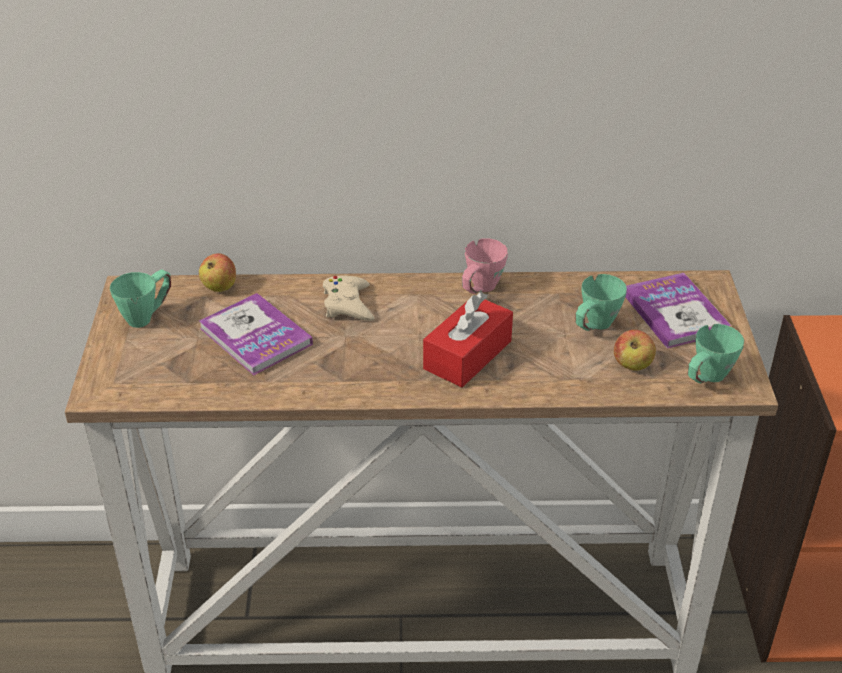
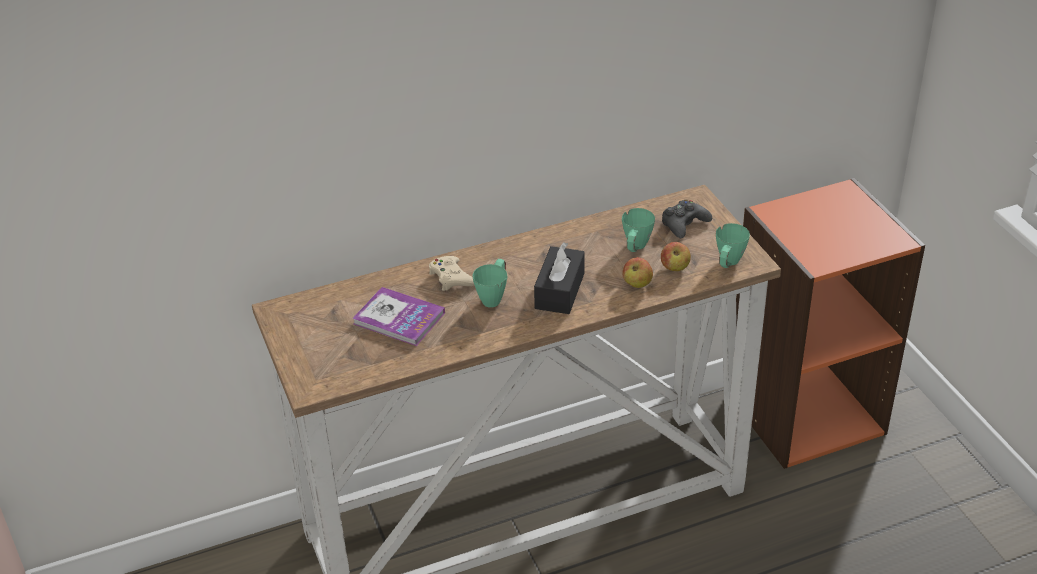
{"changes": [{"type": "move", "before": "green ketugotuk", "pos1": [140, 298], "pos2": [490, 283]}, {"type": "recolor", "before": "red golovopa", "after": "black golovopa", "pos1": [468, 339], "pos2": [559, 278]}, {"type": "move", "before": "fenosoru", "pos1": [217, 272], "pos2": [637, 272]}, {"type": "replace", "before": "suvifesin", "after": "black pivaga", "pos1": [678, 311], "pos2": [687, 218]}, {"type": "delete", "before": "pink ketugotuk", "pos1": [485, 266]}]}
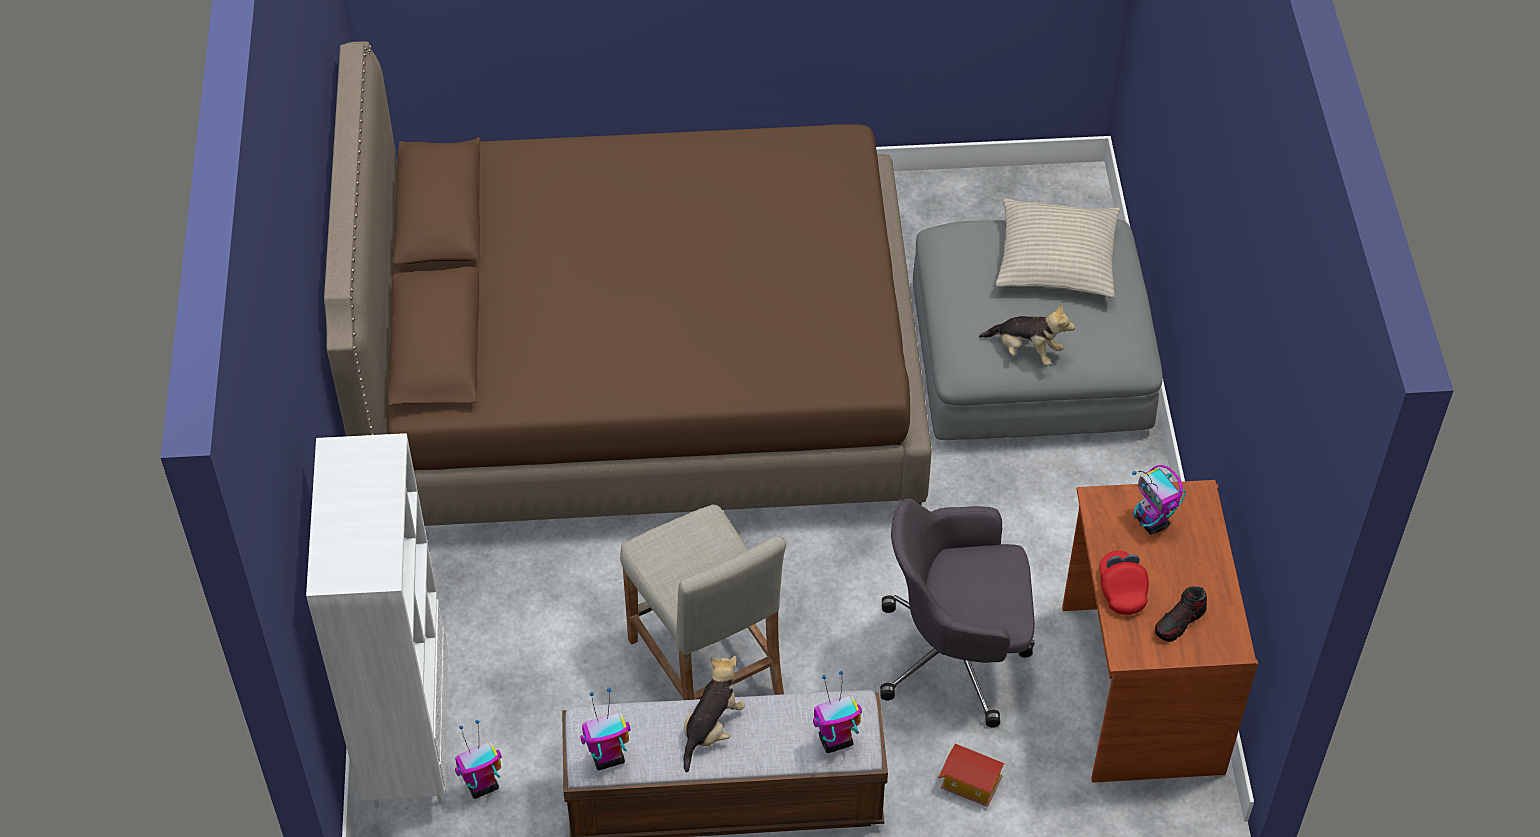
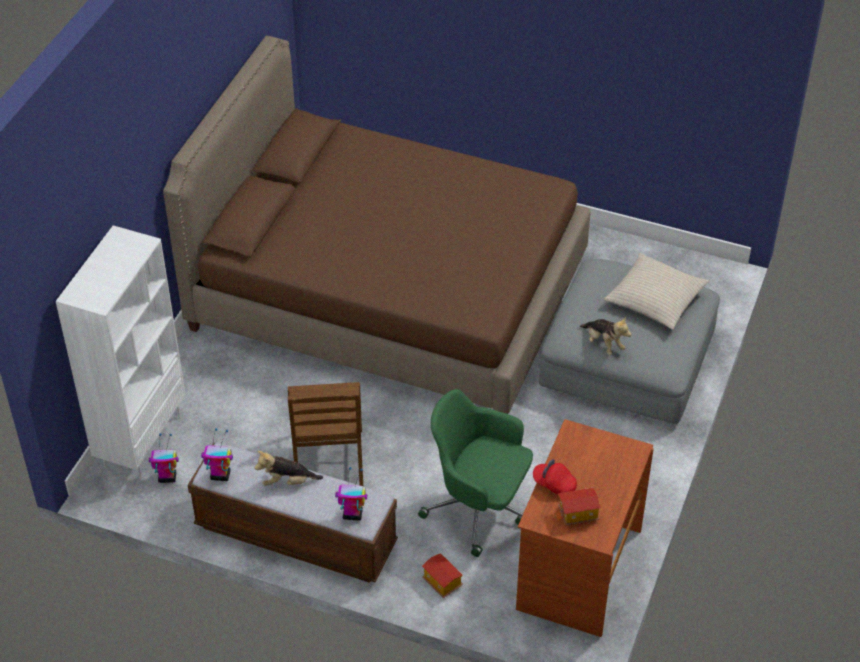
{"changes": [{"type": "rotate", "before": "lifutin", "pos1": [714, 714], "pos2": [289, 468], "turn": -150}, {"type": "replace", "before": "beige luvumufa", "after": "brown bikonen", "pos1": [703, 602], "pos2": [325, 434]}, {"type": "recolor", "before": "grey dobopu", "after": "green dobopu", "pos1": [957, 612], "pos2": [475, 473]}, {"type": "rotate", "before": "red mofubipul", "pos1": [1124, 583], "pos2": [555, 476], "turn": -75}, {"type": "replace", "before": "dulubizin", "after": "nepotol", "pos1": [1181, 614], "pos2": [578, 506]}, {"type": "delete", "before": "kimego", "pos1": [1159, 500]}]}
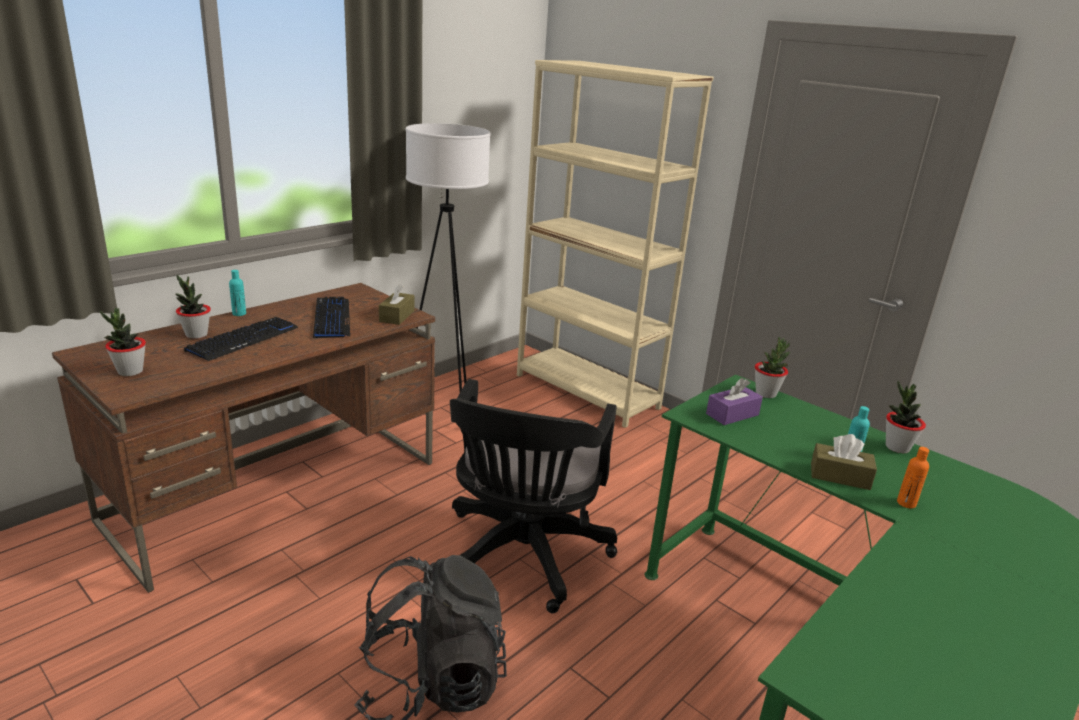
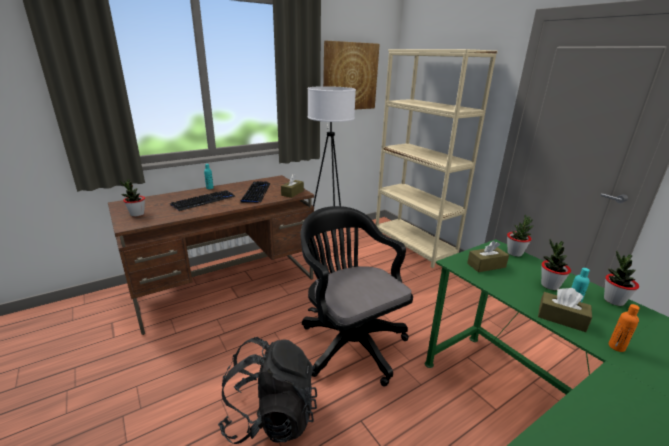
{"changes": [{"type": "rotate", "before": "black dobopu", "pos1": [533, 496], "pos2": [356, 296], "turn": 120}, {"type": "insert", "after": "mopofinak", "pos2": [351, 75]}, {"type": "recolor", "before": "purple golovopa", "after": "brown golovopa", "pos1": [734, 401], "pos2": [488, 256]}, {"type": "move", "before": "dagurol", "pos1": [193, 307], "pos2": [556, 264]}]}
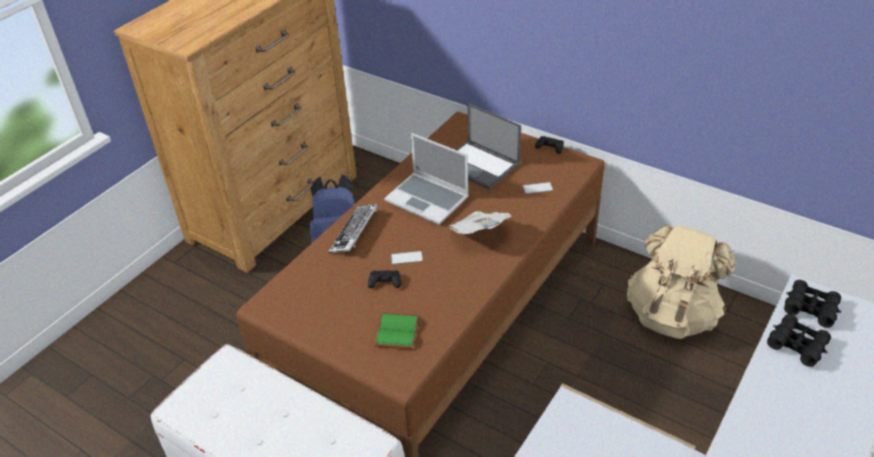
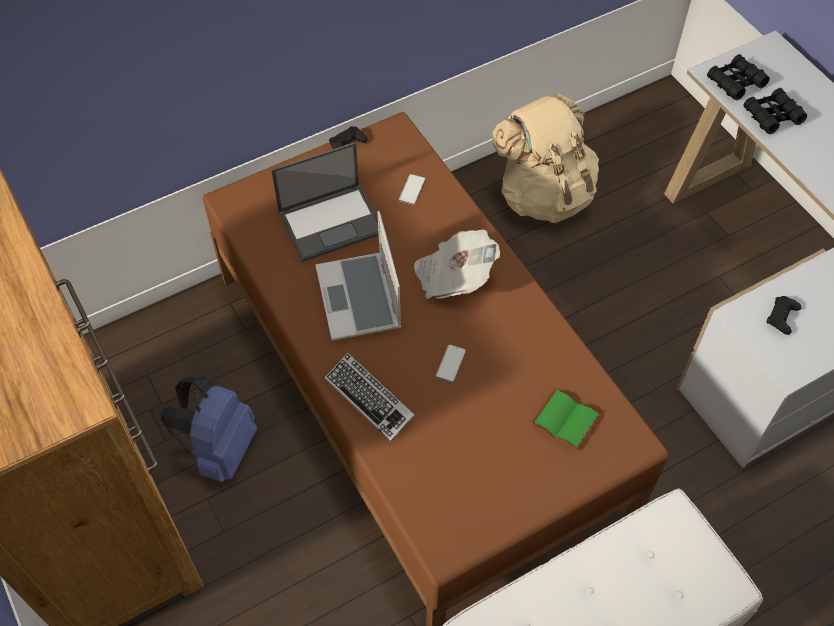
{"changes": [{"type": "rotate", "before": "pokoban", "pos1": [426, 179], "pos2": [358, 276], "turn": 105}, {"type": "move", "before": "black pivaga", "pos1": [384, 279], "pos2": [784, 315]}]}
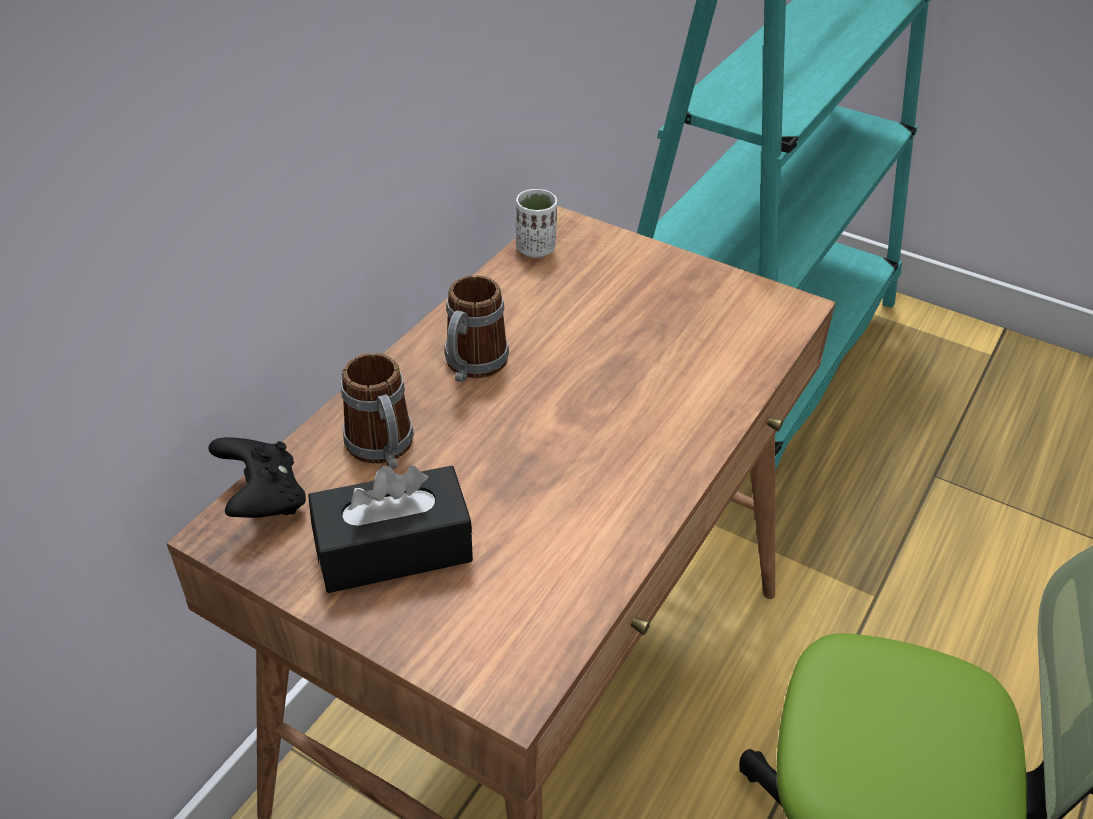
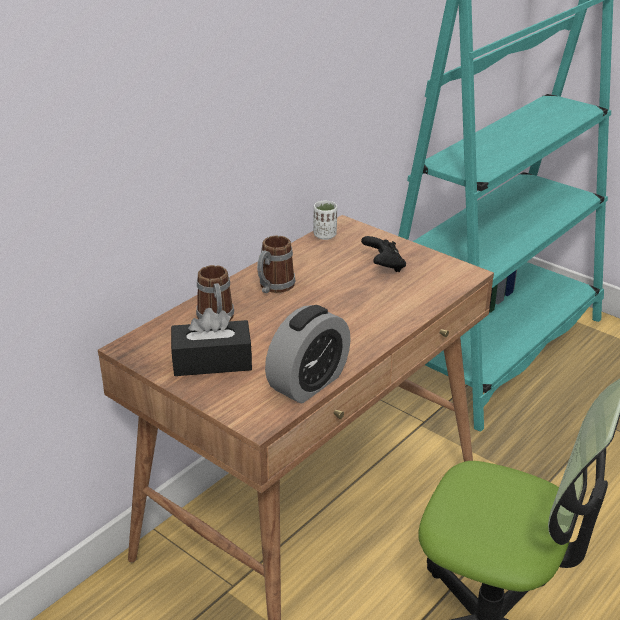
{"changes": [{"type": "insert", "after": "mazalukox", "pos2": [308, 354]}, {"type": "move", "before": "black pivaga", "pos1": [257, 477], "pos2": [383, 254]}]}
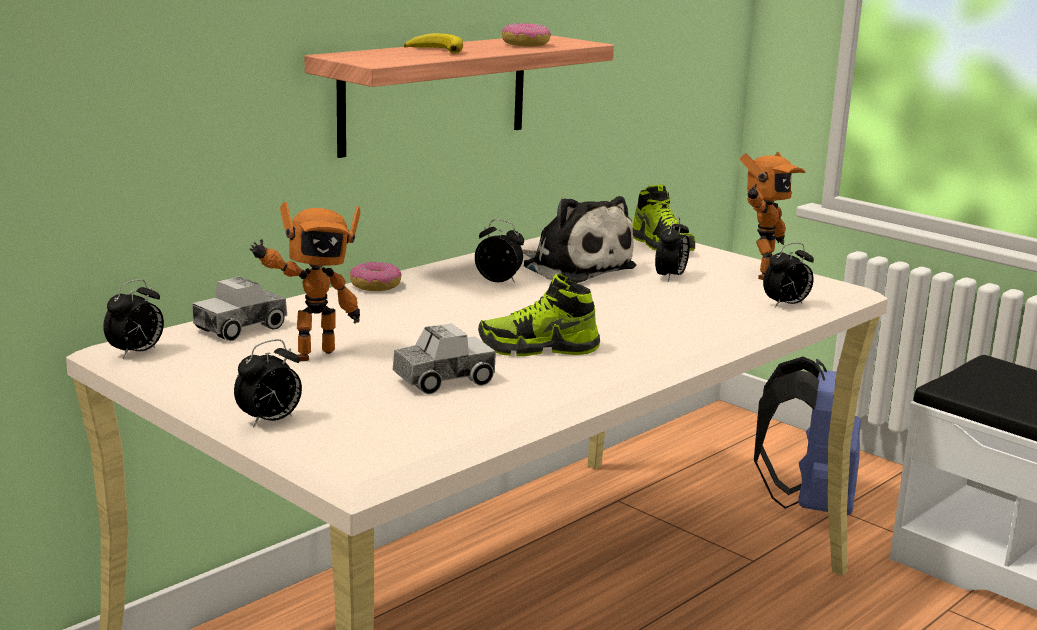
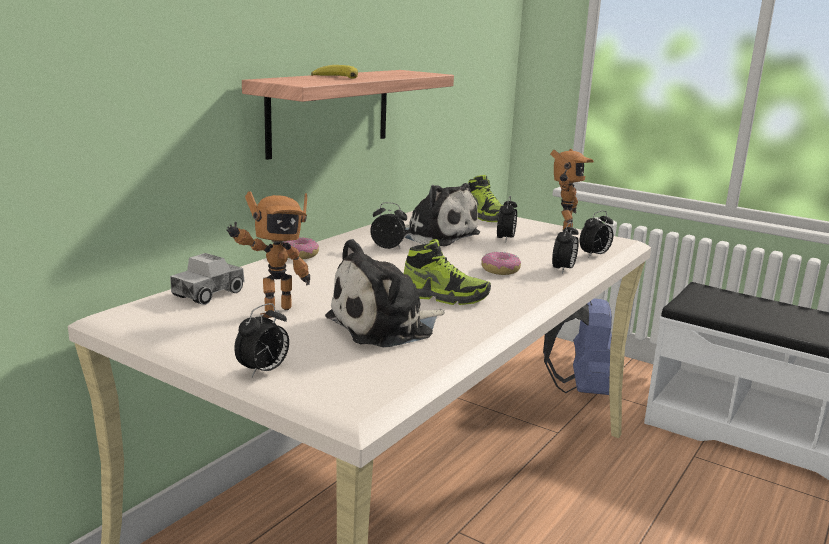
{"changes": [{"type": "replace", "before": "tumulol", "after": "lifutin", "pos1": [444, 358], "pos2": [385, 293]}, {"type": "rotate", "before": "dulubizin", "pos1": [539, 315], "pos2": [447, 272], "turn": -150}, {"type": "move", "before": "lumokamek", "pos1": [526, 34], "pos2": [501, 263]}, {"type": "move", "before": "mazalukox", "pos1": [133, 319], "pos2": [565, 248]}]}
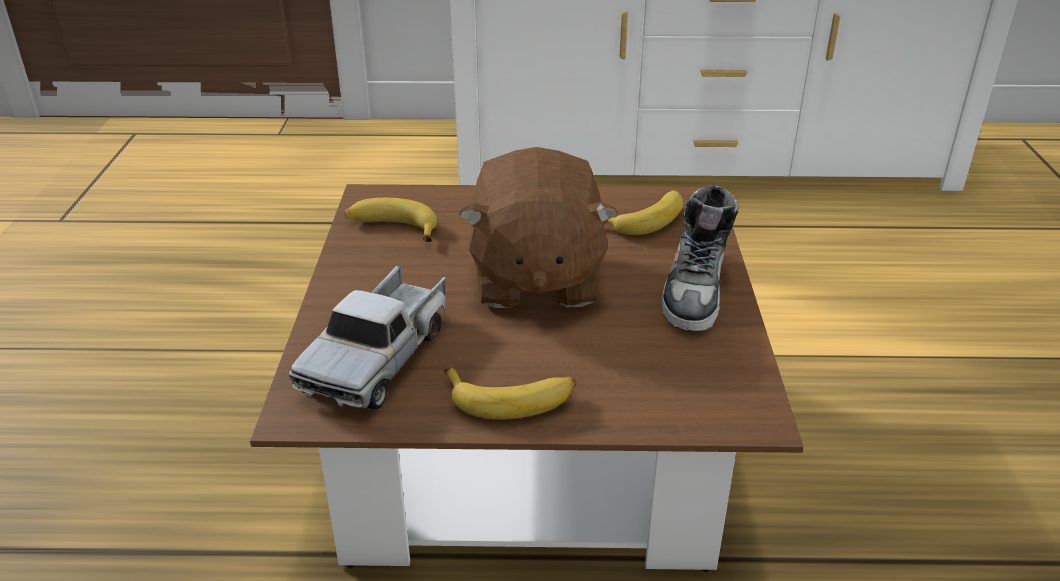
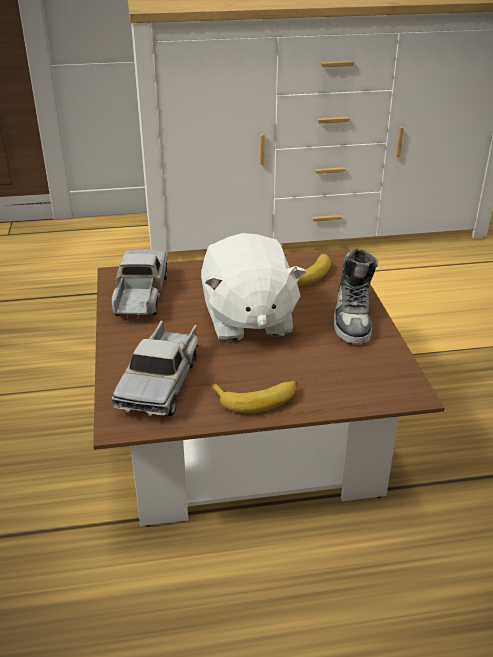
{"changes": [{"type": "replace", "before": "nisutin", "after": "tumulol", "pos1": [390, 220], "pos2": [140, 285]}, {"type": "recolor", "before": "brown lifutin", "after": "white lifutin", "pos1": [538, 227], "pos2": [253, 287]}]}
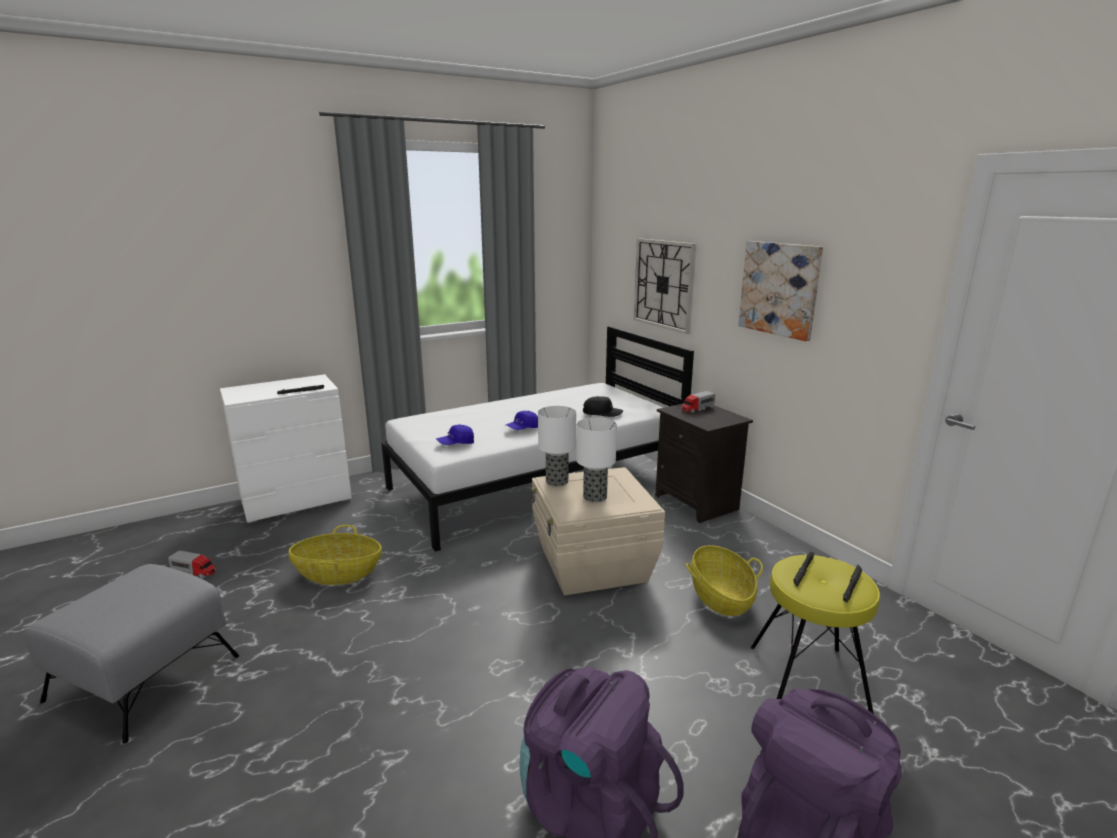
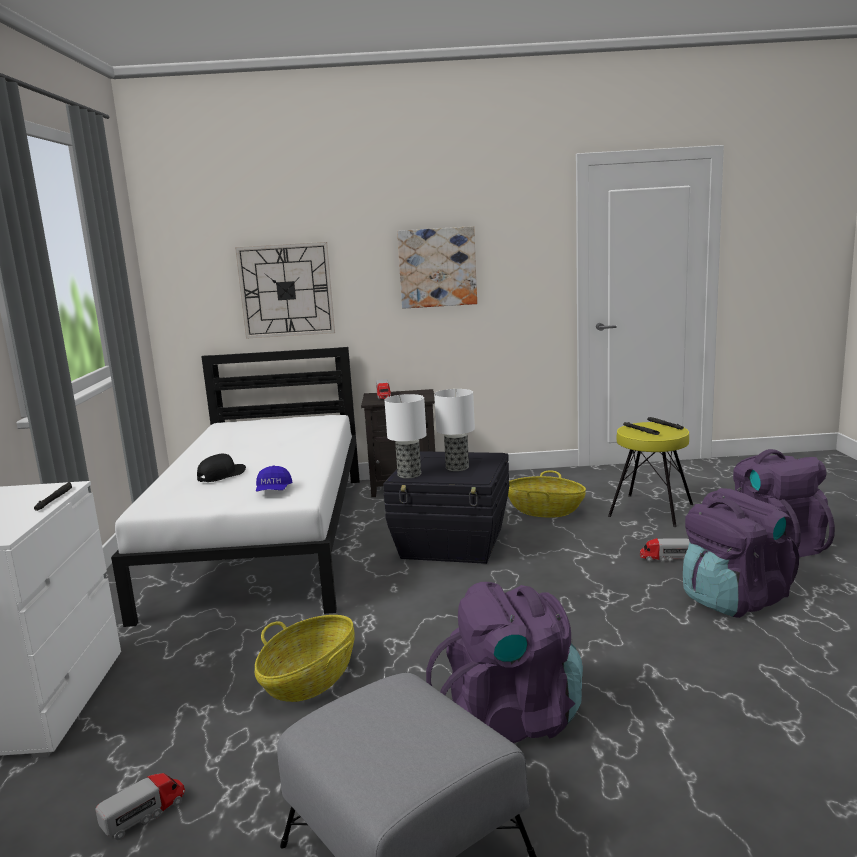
{"changes": [{"type": "move", "before": "black mofubipul", "pos1": [603, 406], "pos2": [221, 467]}, {"type": "recolor", "before": "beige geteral", "after": "black geteral", "pos1": [598, 531], "pos2": [446, 507]}, {"type": "insert", "after": "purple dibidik", "pos2": [504, 662]}, {"type": "insert", "after": "tumulol", "pos2": [665, 550]}, {"type": "delete", "before": "blue mofubipul", "pos1": [522, 420]}]}
